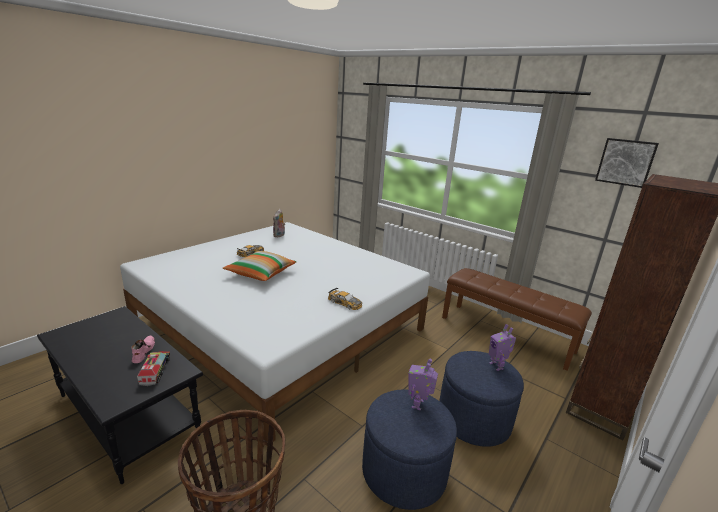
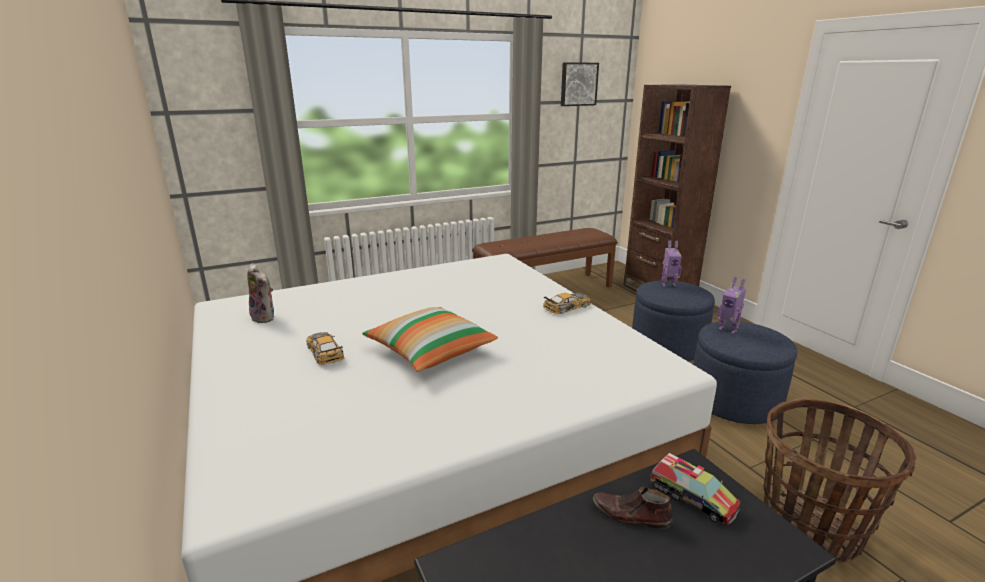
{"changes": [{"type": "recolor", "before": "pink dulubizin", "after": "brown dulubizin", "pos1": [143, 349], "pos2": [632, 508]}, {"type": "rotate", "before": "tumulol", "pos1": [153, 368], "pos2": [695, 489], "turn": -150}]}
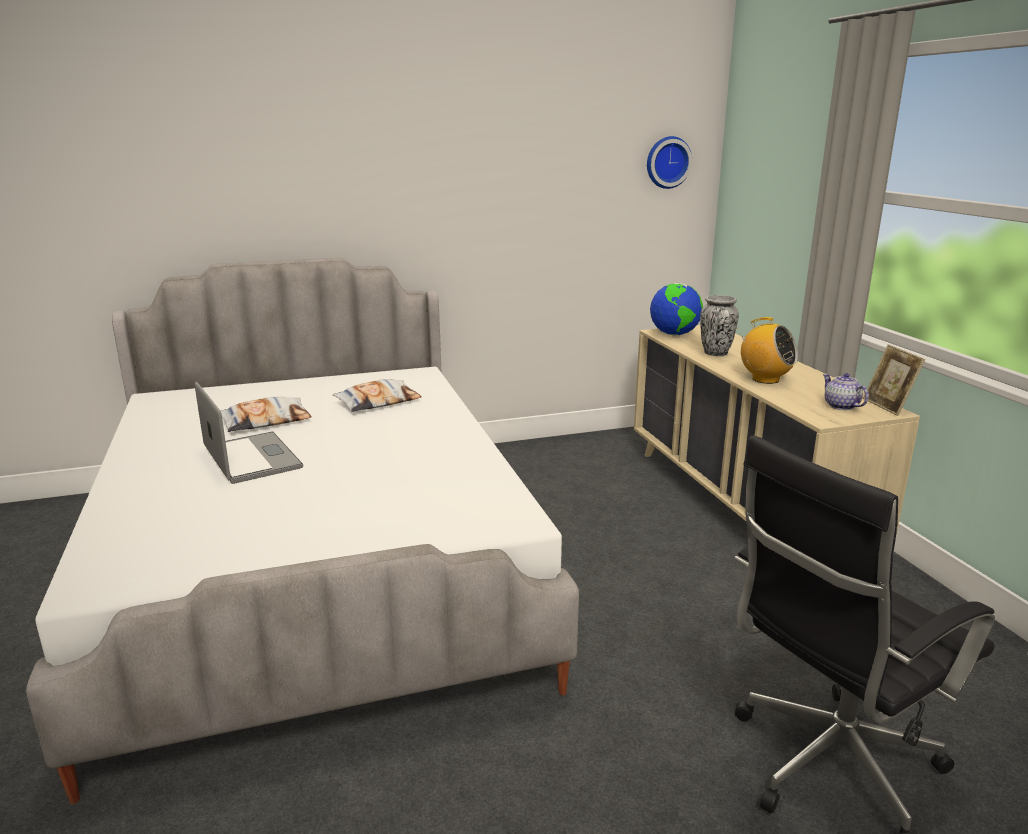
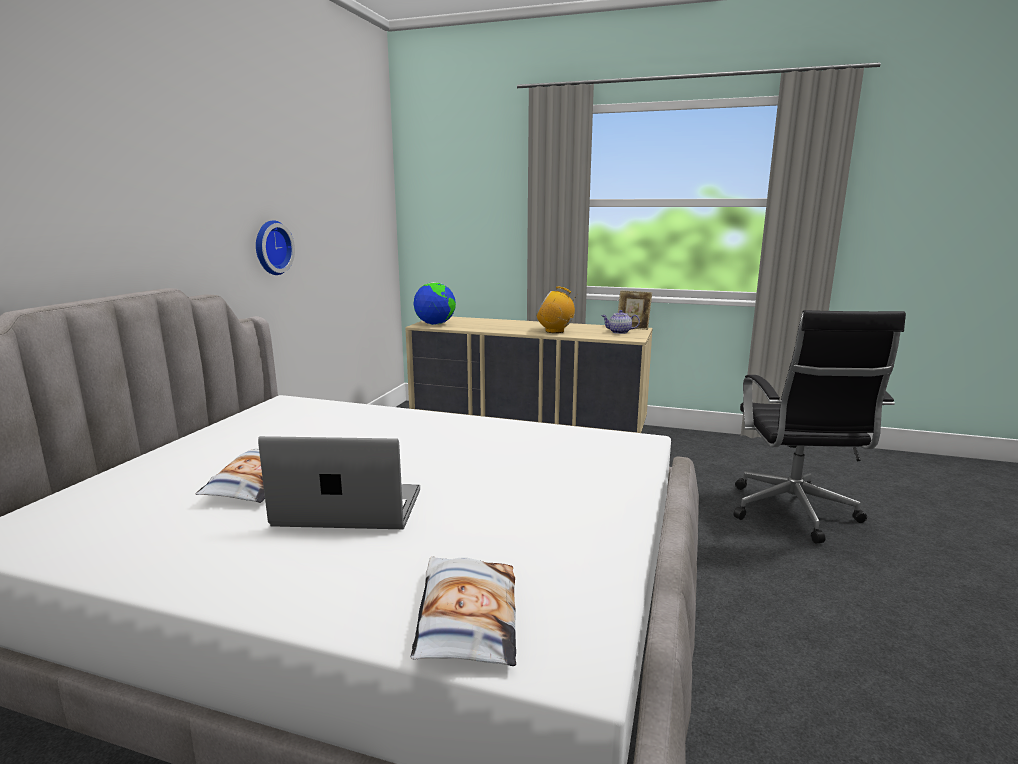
{"changes": [{"type": "move", "before": "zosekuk", "pos1": [669, 162], "pos2": [275, 247]}, {"type": "move", "before": "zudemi", "pos1": [377, 395], "pos2": [463, 611]}, {"type": "rotate", "before": "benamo", "pos1": [769, 350], "pos2": [556, 310], "turn": -150}, {"type": "delete", "before": "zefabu", "pos1": [719, 325]}]}
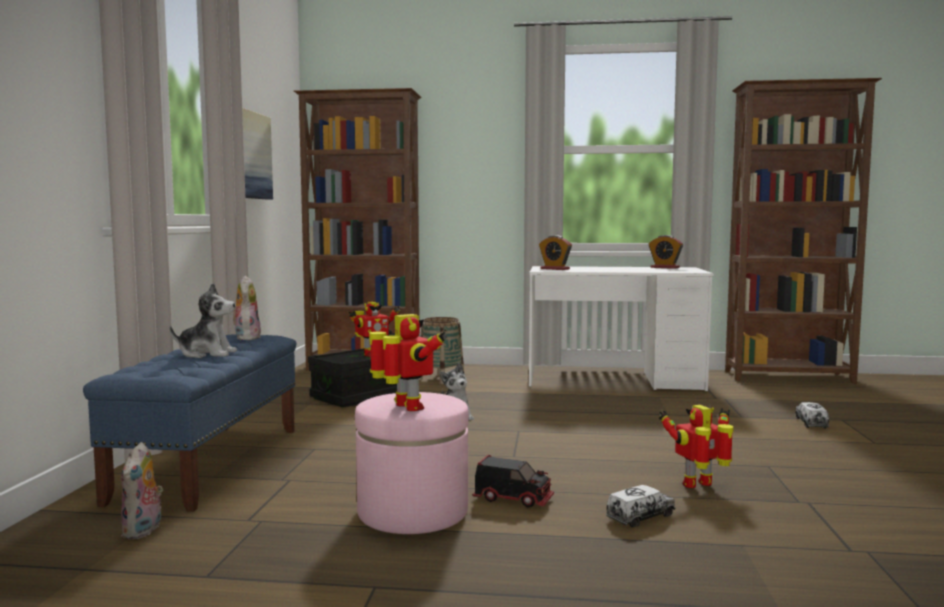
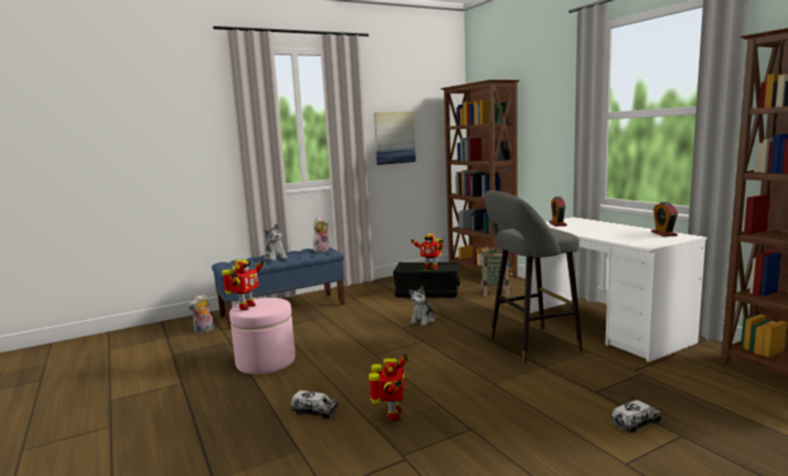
{"changes": [{"type": "rotate", "before": "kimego", "pos1": [696, 446], "pos2": [389, 387], "turn": 60}, {"type": "insert", "after": "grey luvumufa", "pos2": [533, 276]}, {"type": "delete", "before": "tumulol", "pos1": [513, 481]}]}
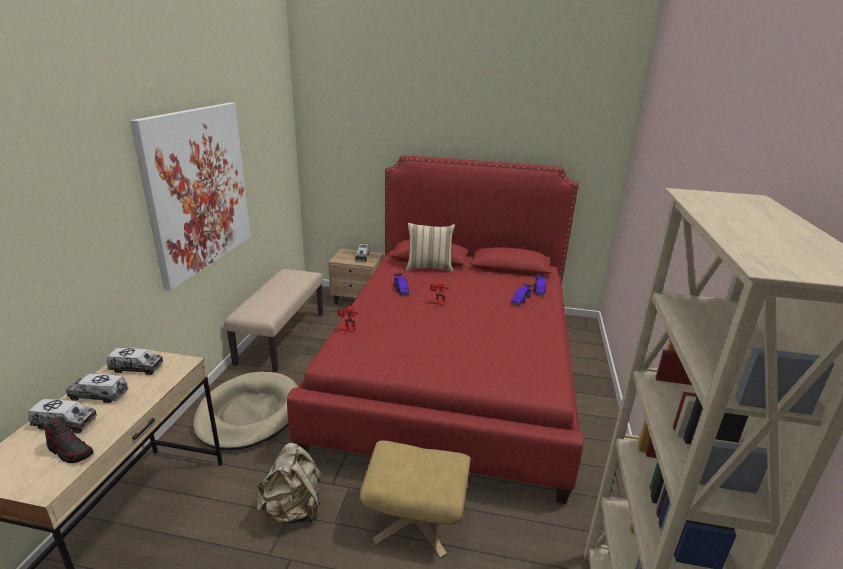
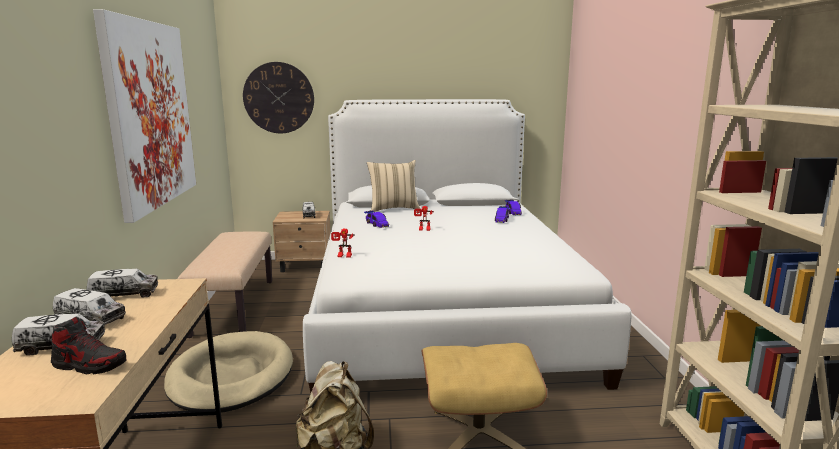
{"changes": [{"type": "rotate", "before": "tumulol", "pos1": [97, 388], "pos2": [89, 306], "turn": -150}, {"type": "insert", "after": "zosekuk", "pos2": [278, 97]}, {"type": "recolor", "before": "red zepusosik", "after": "white zepusosik", "pos1": [435, 330], "pos2": [467, 246]}]}
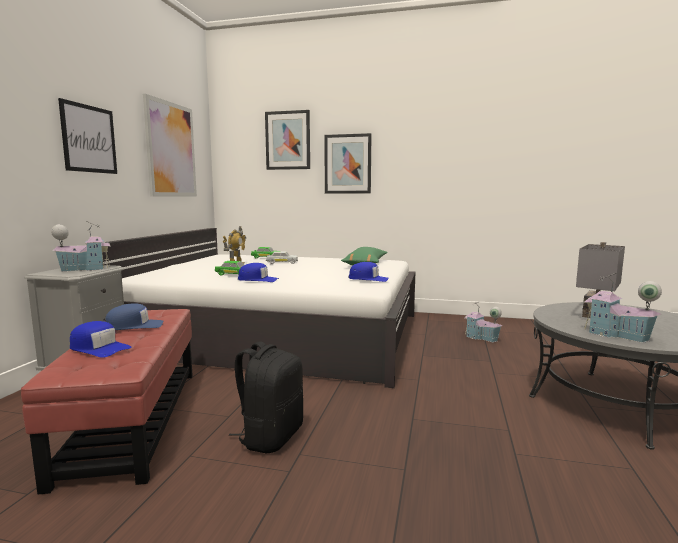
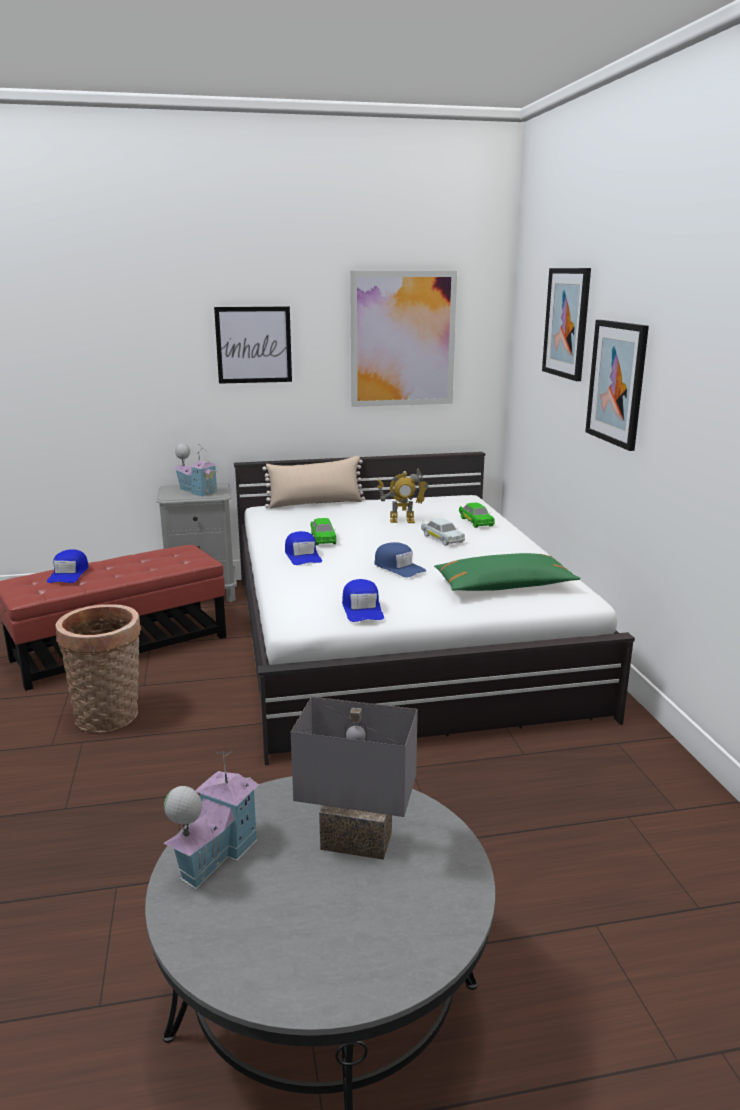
{"changes": [{"type": "replace", "before": "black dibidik", "after": "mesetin", "pos1": [266, 397], "pos2": [98, 668]}, {"type": "insert", "after": "beige zudemi", "pos2": [313, 482]}, {"type": "move", "before": "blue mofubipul", "pos1": [134, 316], "pos2": [400, 560]}, {"type": "delete", "before": "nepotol", "pos1": [483, 322]}]}
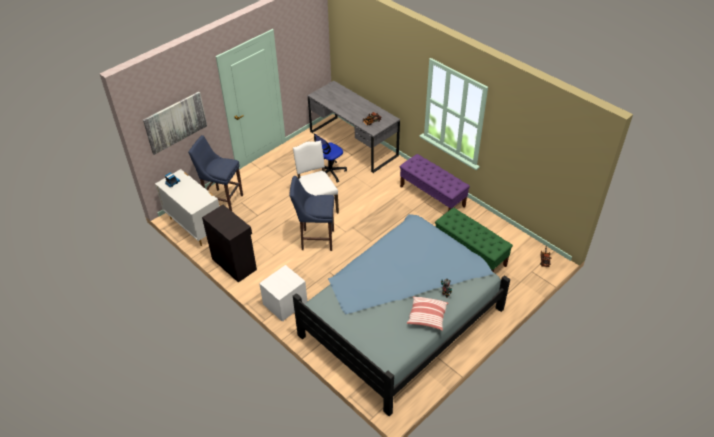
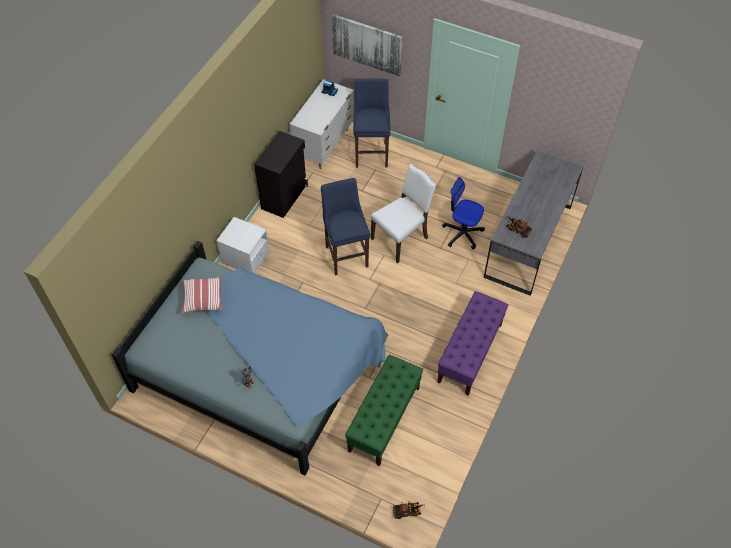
{"changes": [{"type": "move", "before": "zudemi", "pos1": [428, 314], "pos2": [201, 295]}]}
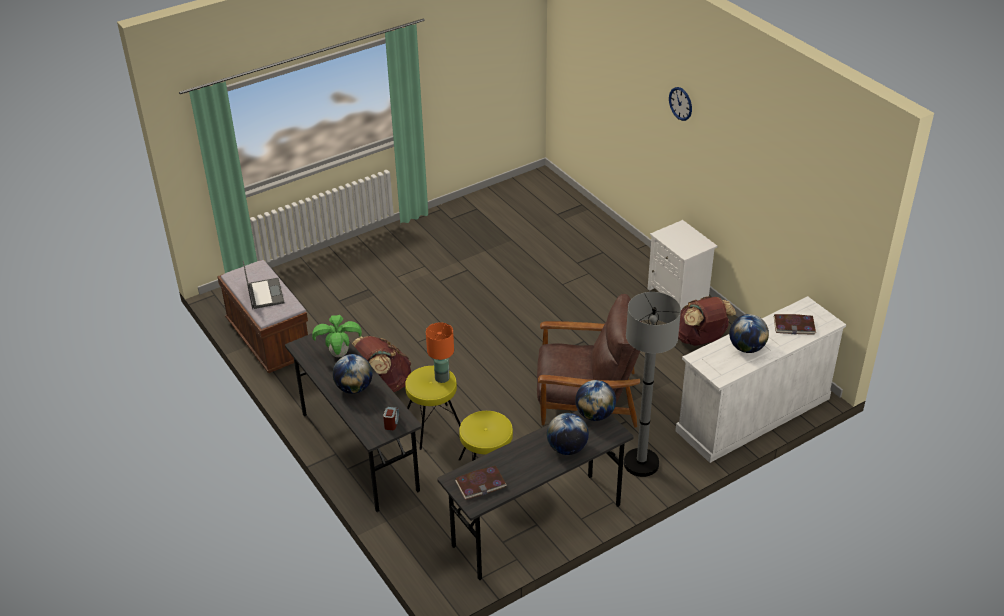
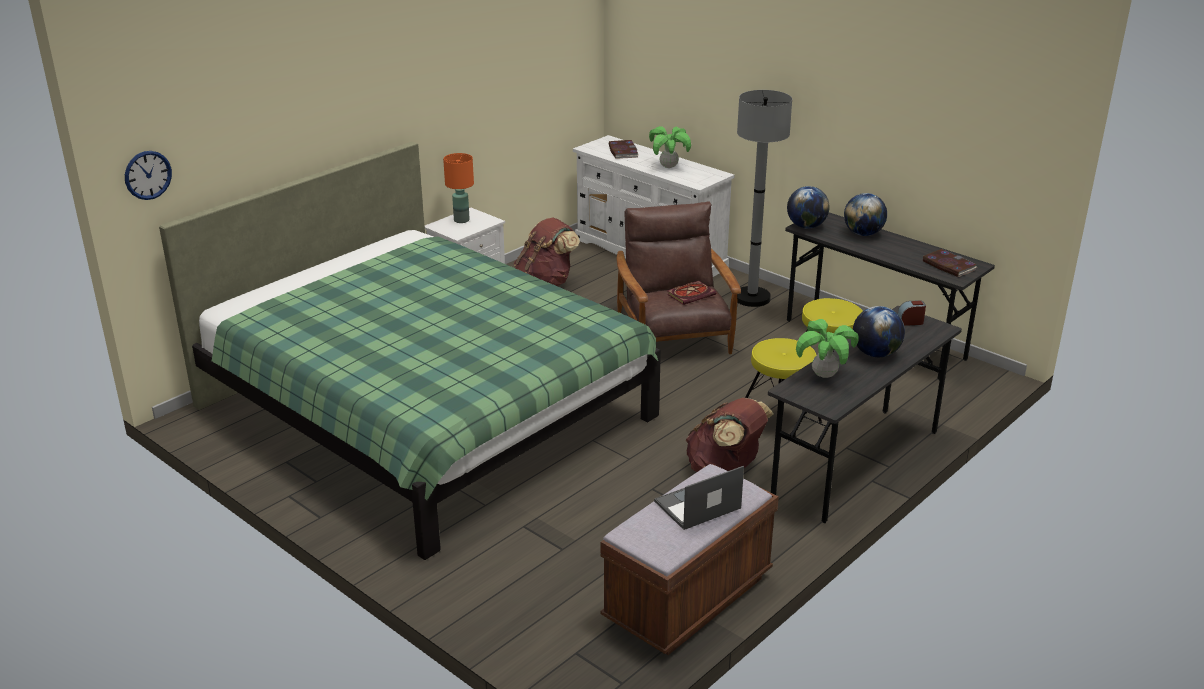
{"changes": [{"type": "move", "before": "zosekuk", "pos1": [680, 104], "pos2": [148, 175]}, {"type": "insert", "after": "green zepusosik", "pos2": [410, 351]}, {"type": "move", "before": "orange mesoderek", "pos1": [440, 352], "pos2": [458, 188]}, {"type": "replace", "before": "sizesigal", "after": "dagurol", "pos1": [749, 333], "pos2": [670, 147]}, {"type": "insert", "after": "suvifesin", "pos2": [691, 293]}]}
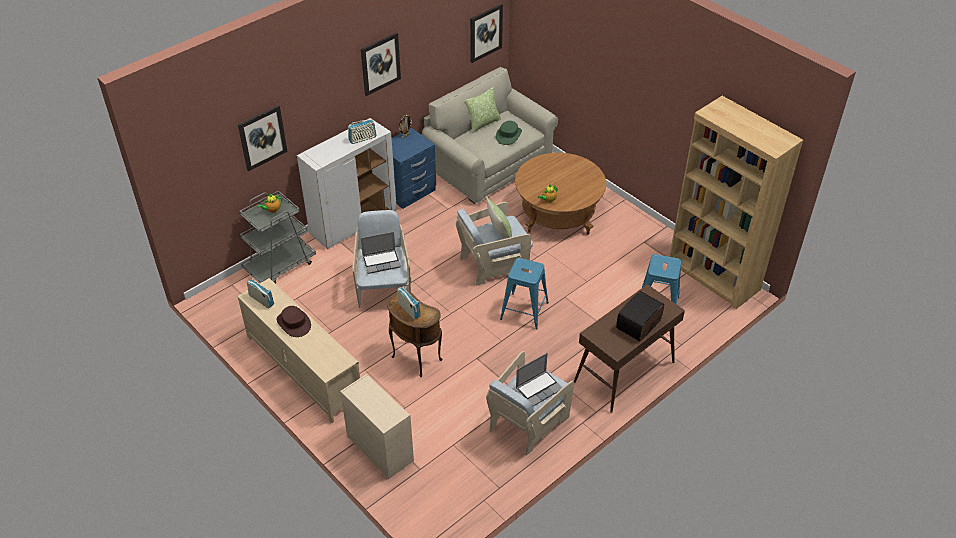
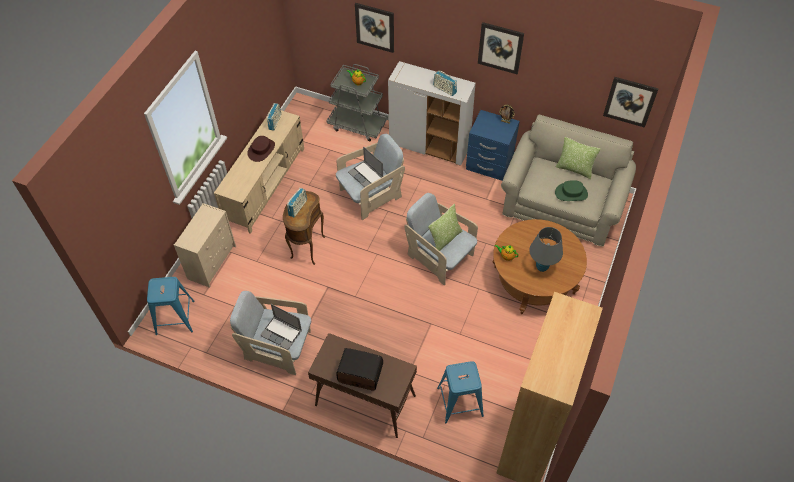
{"changes": [{"type": "move", "before": "blue luvumufa", "pos1": [524, 293], "pos2": [171, 306]}, {"type": "insert", "after": "grey mesoderek", "pos2": [546, 249]}]}
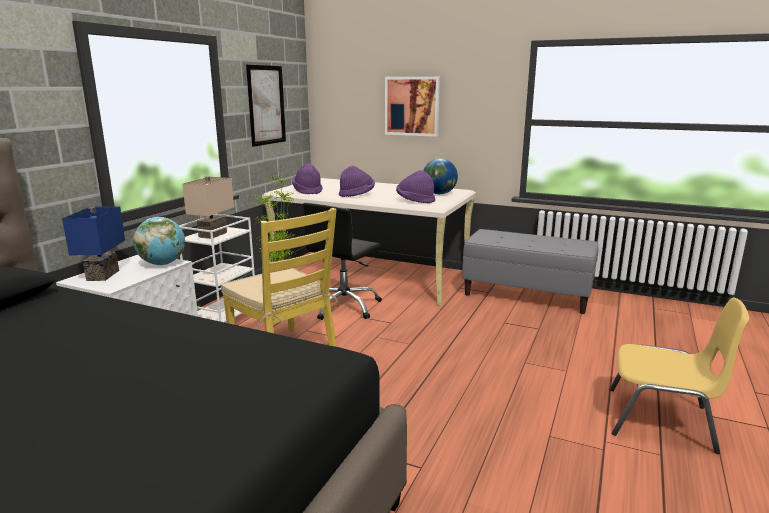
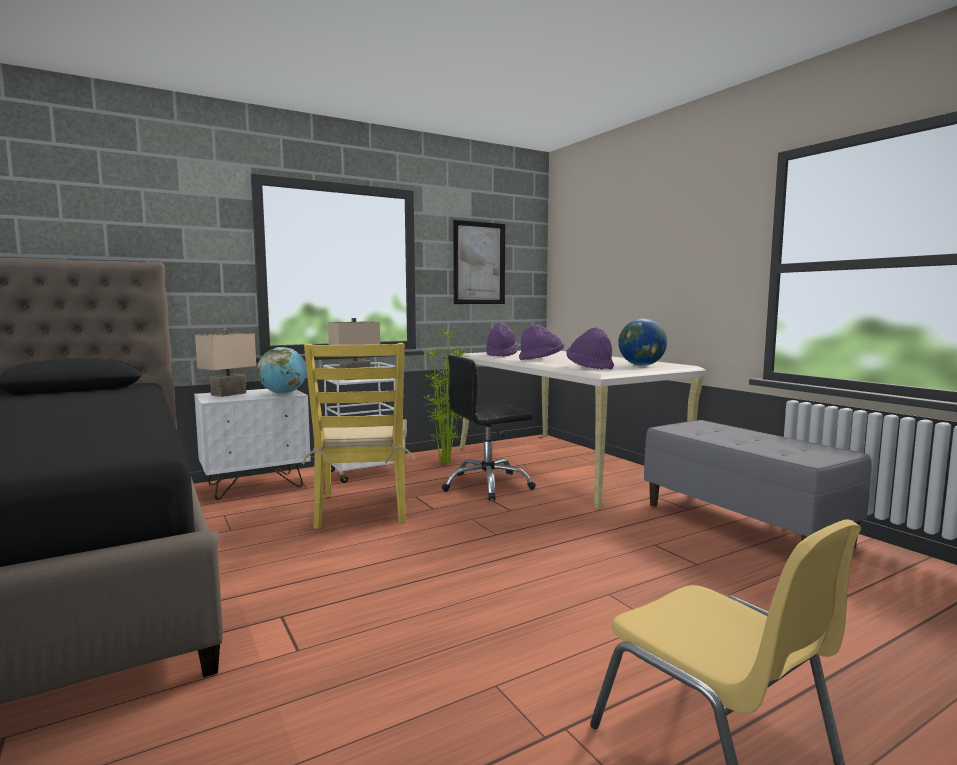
{"changes": [{"type": "recolor", "before": "blue mesoderek", "after": "beige mesoderek", "pos1": [93, 244], "pos2": [225, 363]}, {"type": "delete", "before": "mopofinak", "pos1": [412, 107]}]}
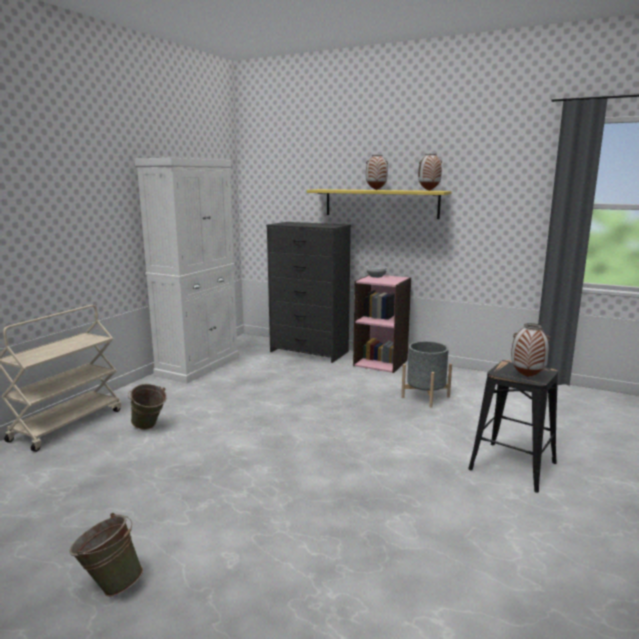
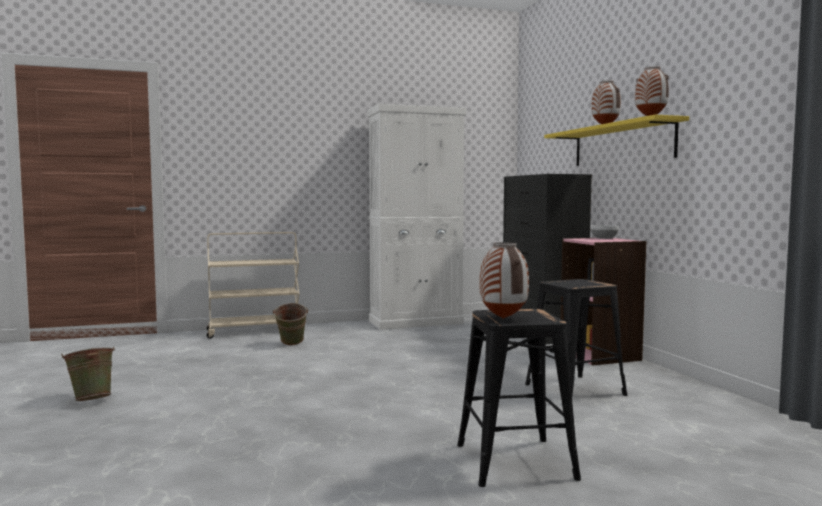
{"changes": [{"type": "replace", "before": "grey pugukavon", "after": "black luvumufa", "pos1": [426, 374], "pos2": [576, 337]}]}
